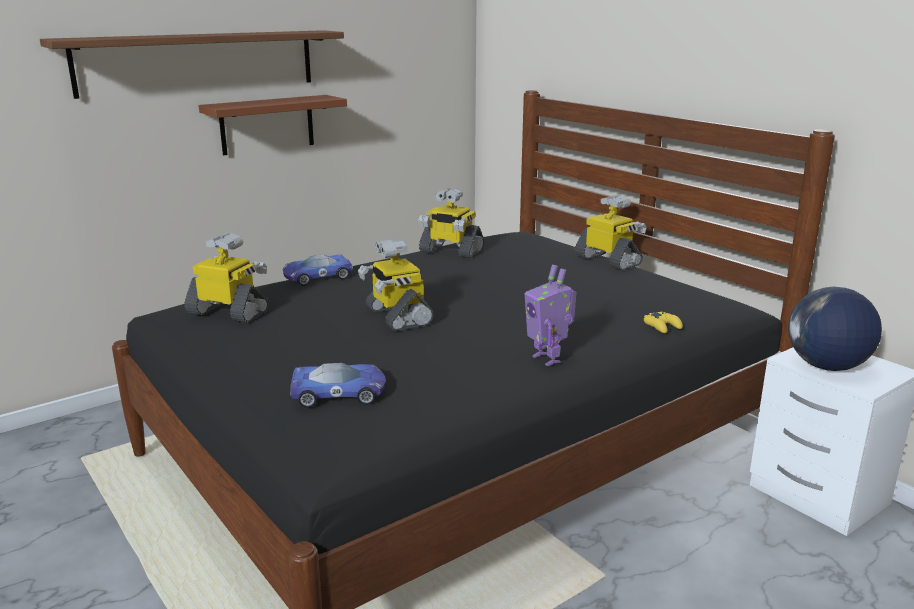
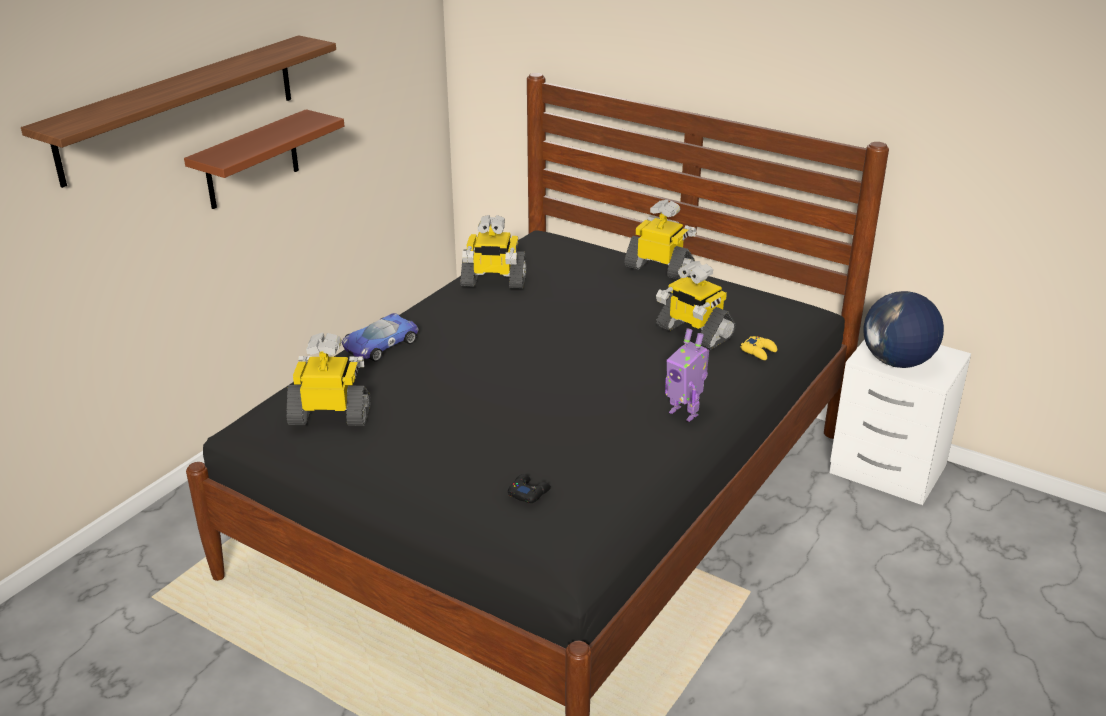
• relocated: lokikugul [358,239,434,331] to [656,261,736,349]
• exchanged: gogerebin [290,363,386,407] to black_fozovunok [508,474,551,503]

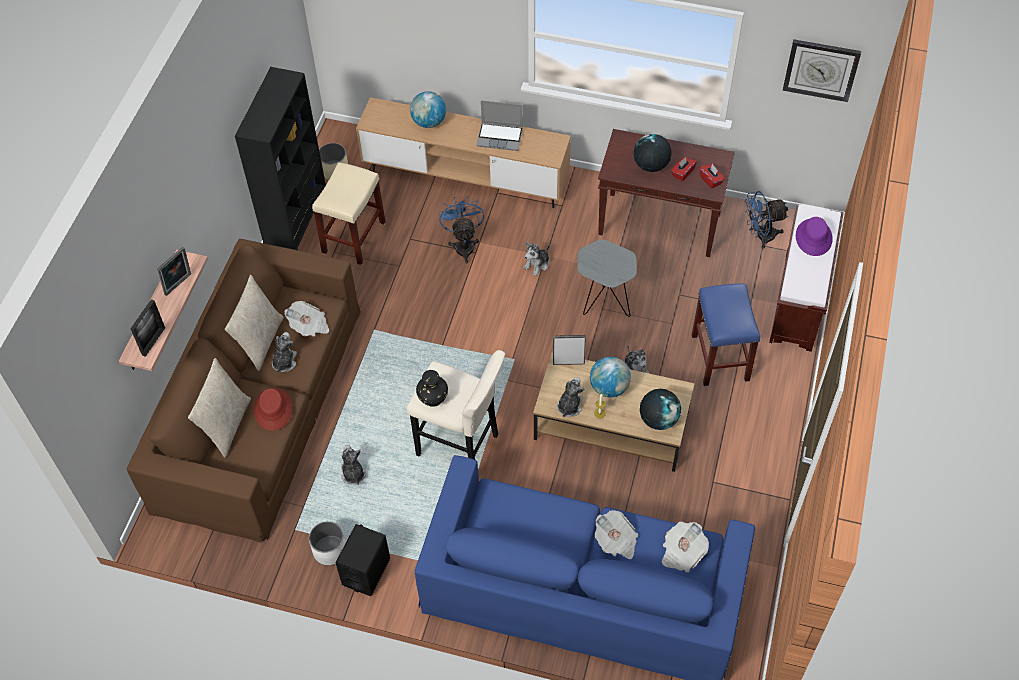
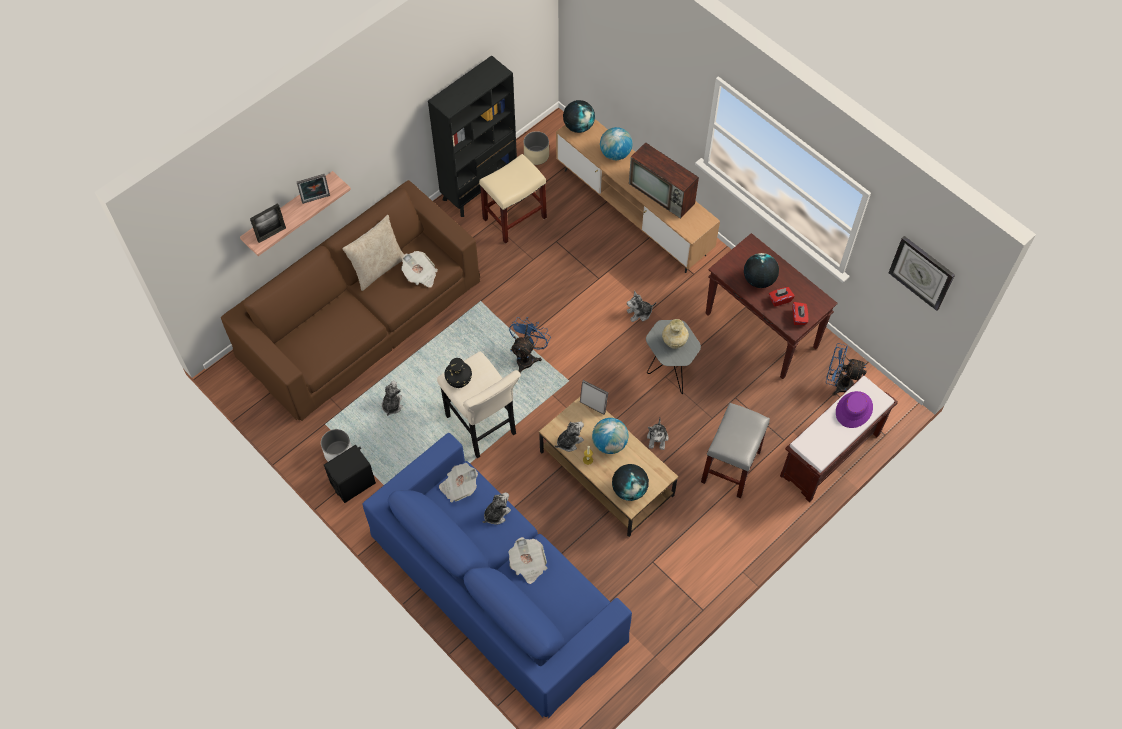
• exchanged: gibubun [476,100,523,151] to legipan [629,142,699,219]
• relocated: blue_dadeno [439,196,484,264] to [509,317,551,374]
• colour: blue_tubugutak [692,283,760,386] to grey_tubugutak [701,403,770,499]
• relocated: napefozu [272,332,297,373] to [482,492,511,525]
• missing: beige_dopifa [188,358,251,457]
• missing: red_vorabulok [254,388,293,431]
• relocated: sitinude [662,522,709,572] to [439,463,478,503]
• appeared: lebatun [563,100,595,133]
• appeared: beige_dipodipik [662,319,689,349]

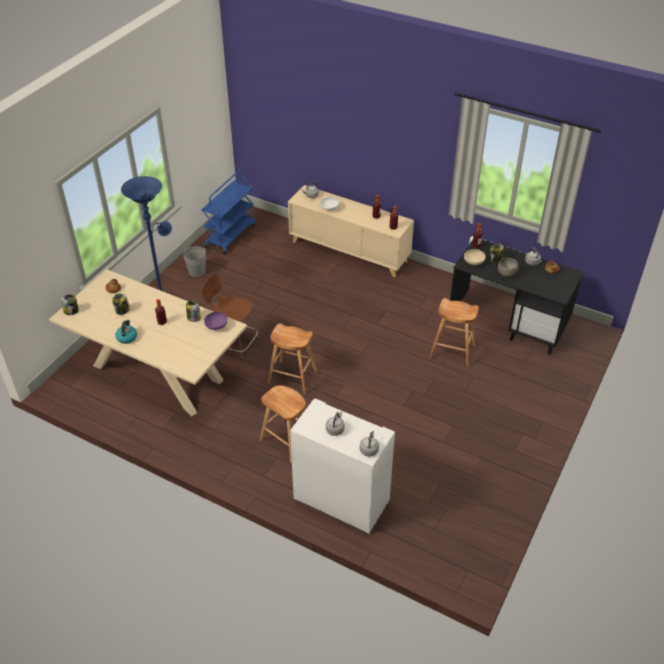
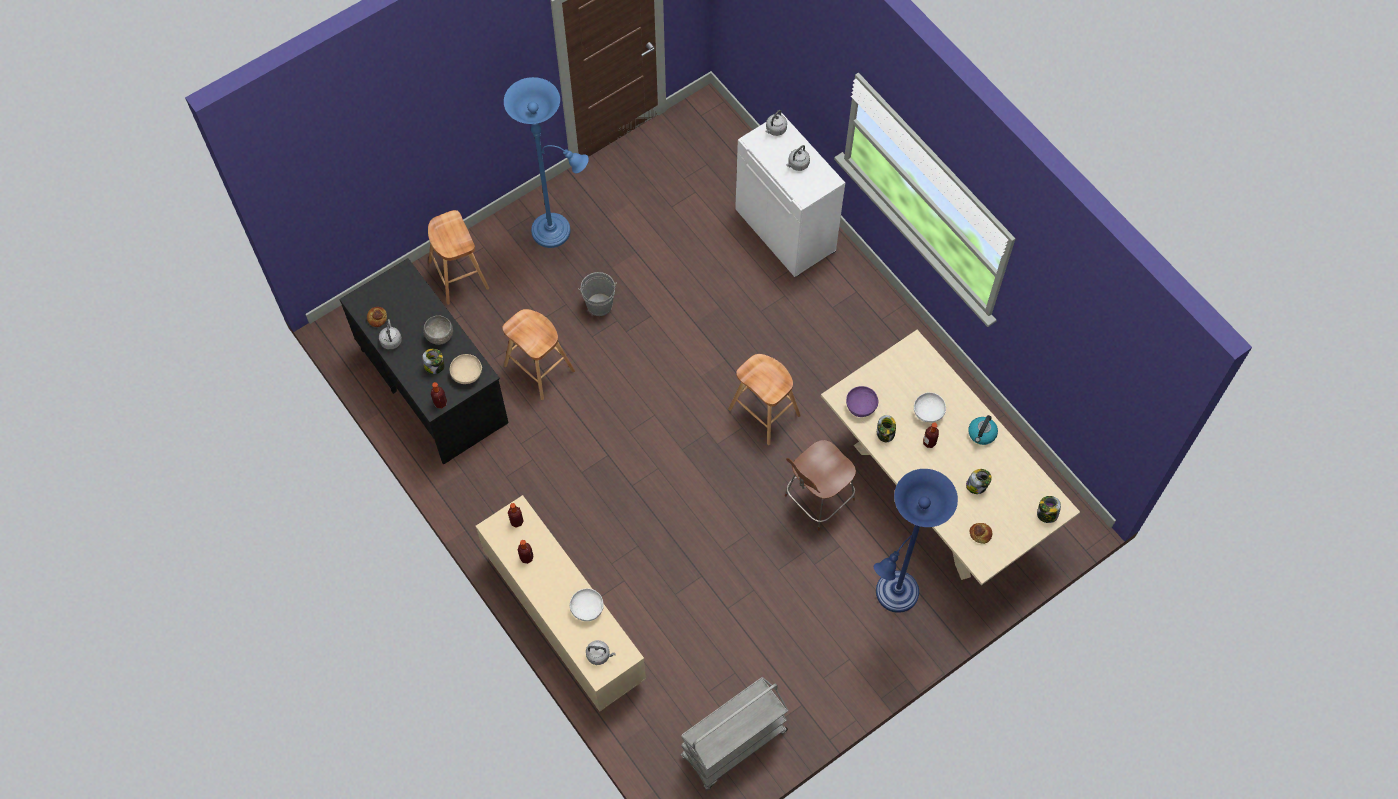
• colour: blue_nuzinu [202,169,256,254] to grey_nuzinu [681,677,789,790]
• relocated: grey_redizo [183,246,206,277] to [578,272,617,316]
• spun: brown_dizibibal [202,273,259,362] = [785,440,856,530] 90 degrees clockwise
• relocated: brown_tubugutak [260,385,306,463] to [428,210,489,305]
• appeared: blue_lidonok [504,77,589,248]
• appeared: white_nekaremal [914,392,946,423]

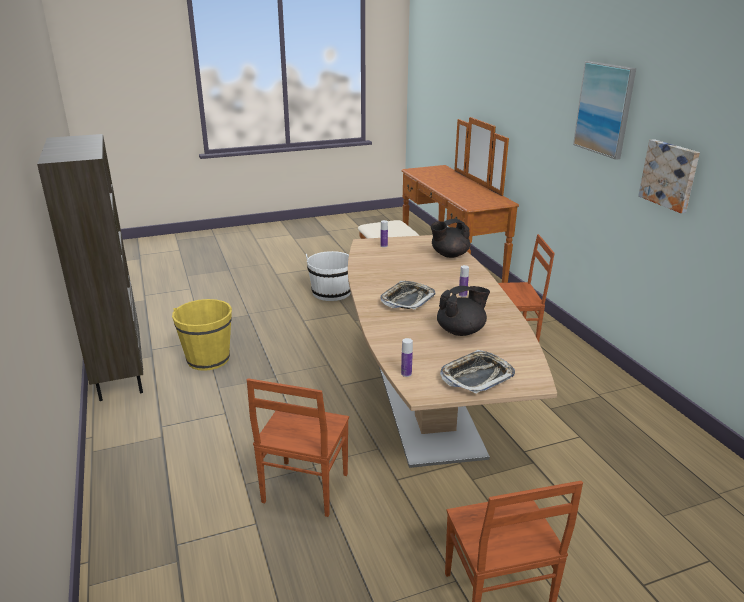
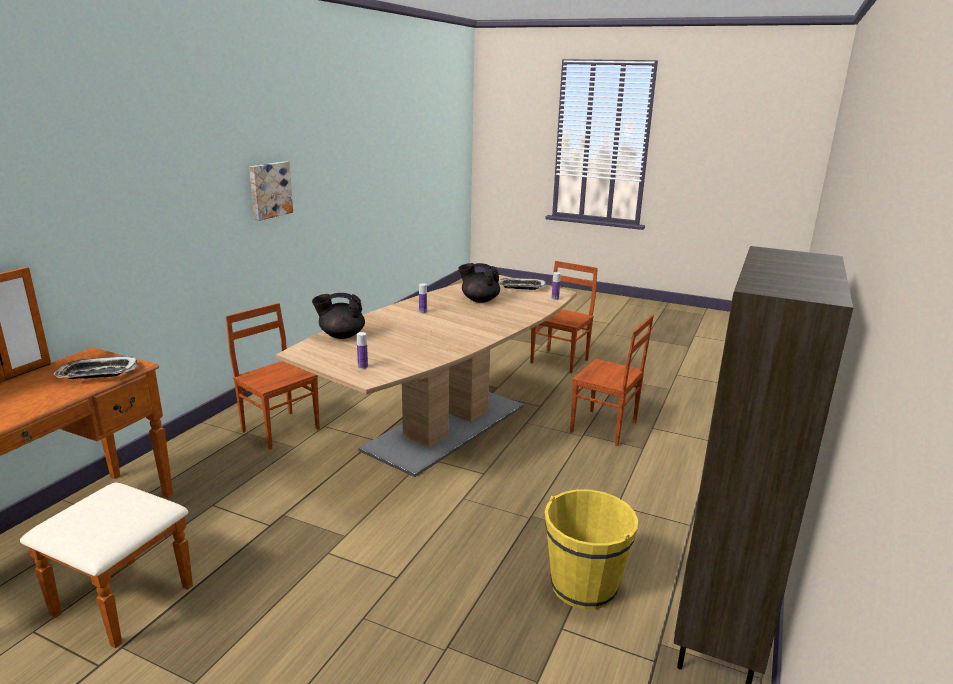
• missing: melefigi [573,61,636,160]
• spun: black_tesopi [430,219,470,258] = [312,293,365,339] 150 degrees clockwise
• missing: white_redizo [306,251,351,301]
• relocated: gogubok [380,281,436,310] to [54,356,138,379]
• spun: brown_dizibibal [247,378,349,517] = [570,314,654,446] 60 degrees clockwise

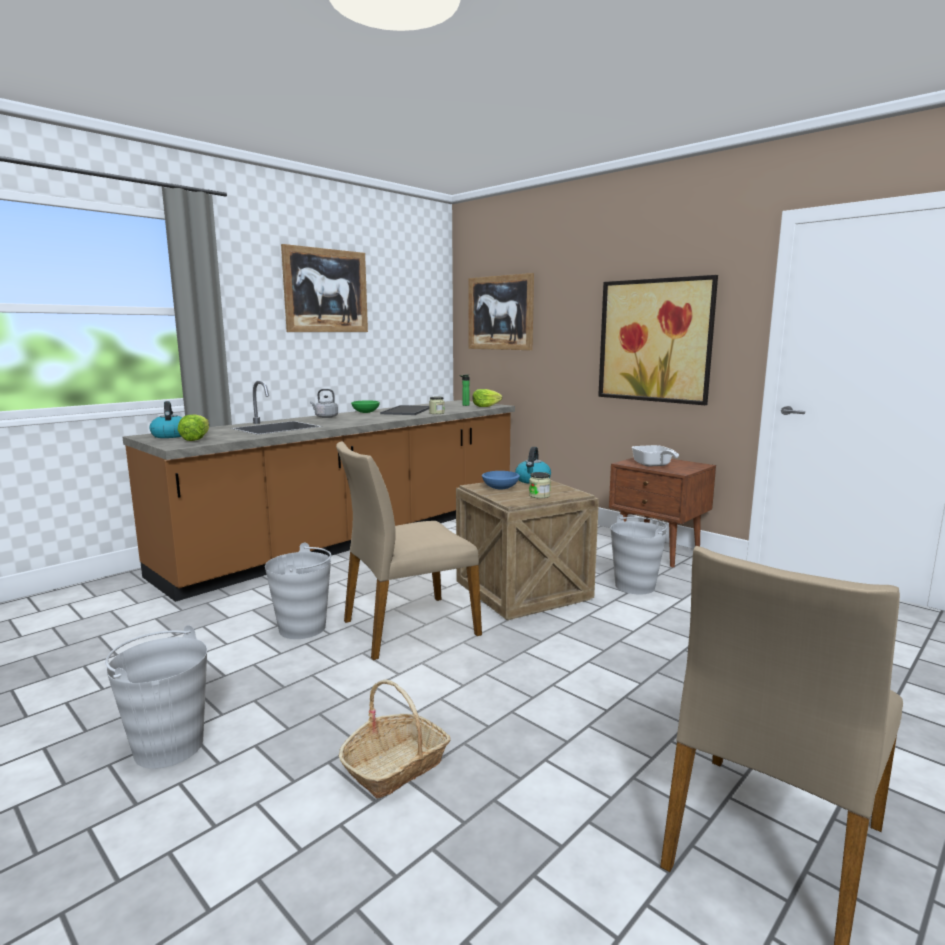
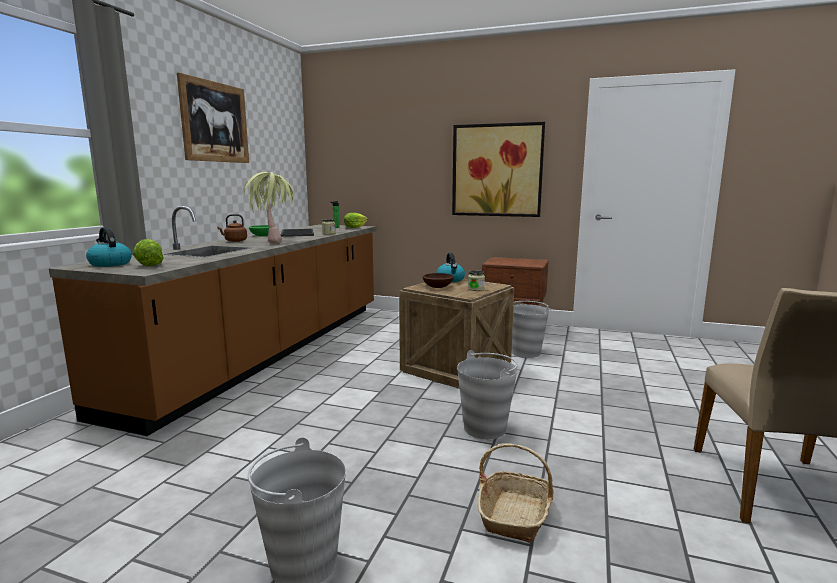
• missing: melefigi [468,273,534,350]
• colour: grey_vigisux [310,389,338,418] to brown_vigisux [217,214,247,242]
• missing: beige_dizibibal [336,442,482,660]
• missing: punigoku [632,445,679,467]
• colour: blue_nekaremal [482,471,520,490] to brown_nekaremal [422,273,454,288]
• relocated: grey_redizo [265,543,332,639] to [457,350,518,439]
• appeared: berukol [243,172,295,244]

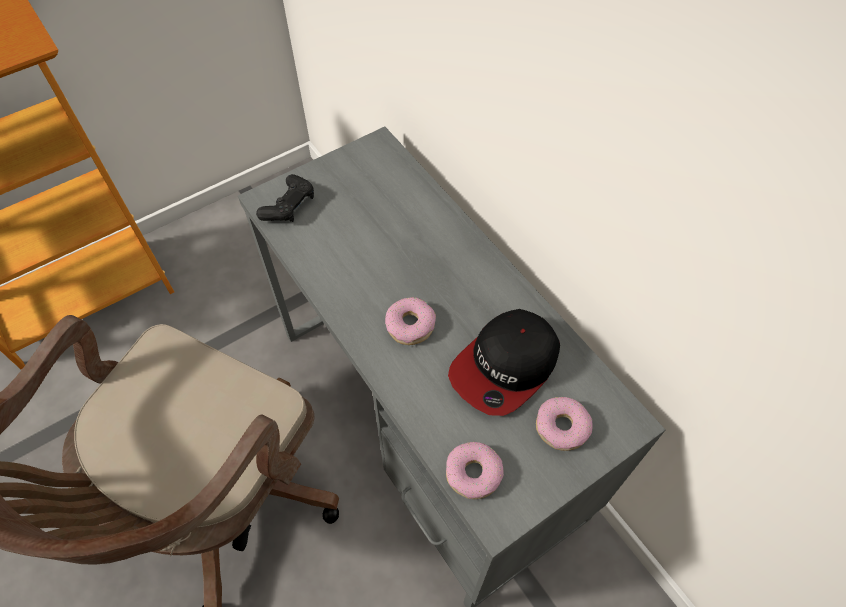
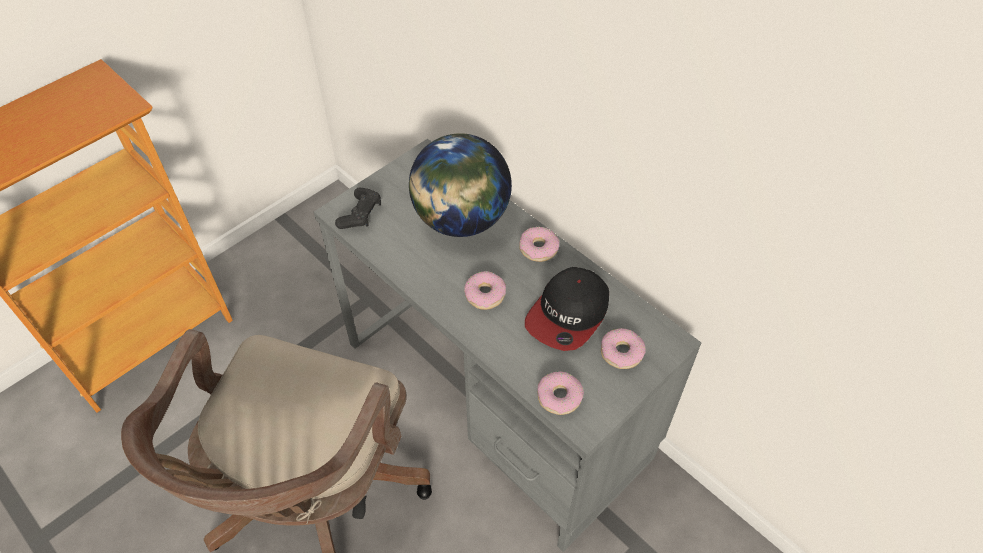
• appeared: lebatun [409,133,512,237]
• appeared: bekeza [519,227,560,262]

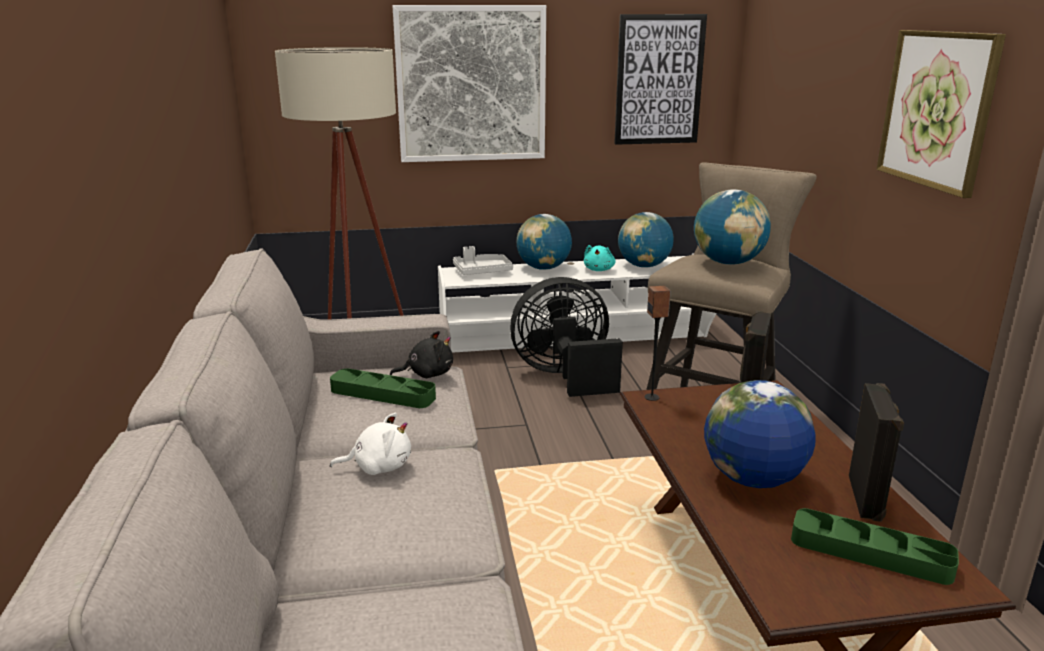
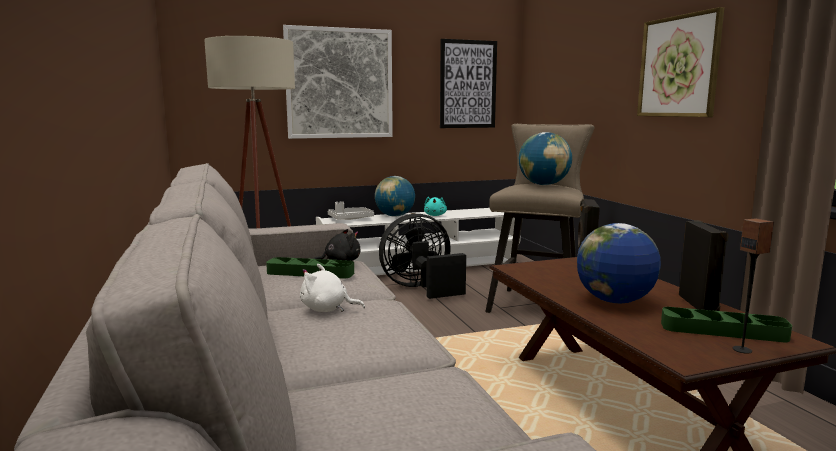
• missing: lebatun [618,212,674,268]
• relocated: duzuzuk [645,286,671,401] to [733,218,774,354]
• spun: white_napefozu [330,413,411,475] = [300,264,365,312] 150 degrees counterclockwise

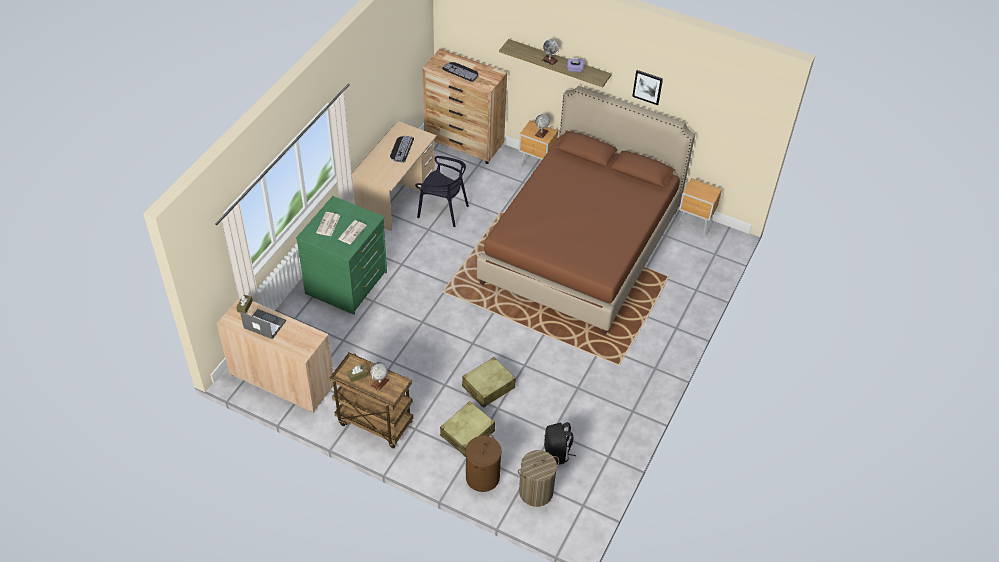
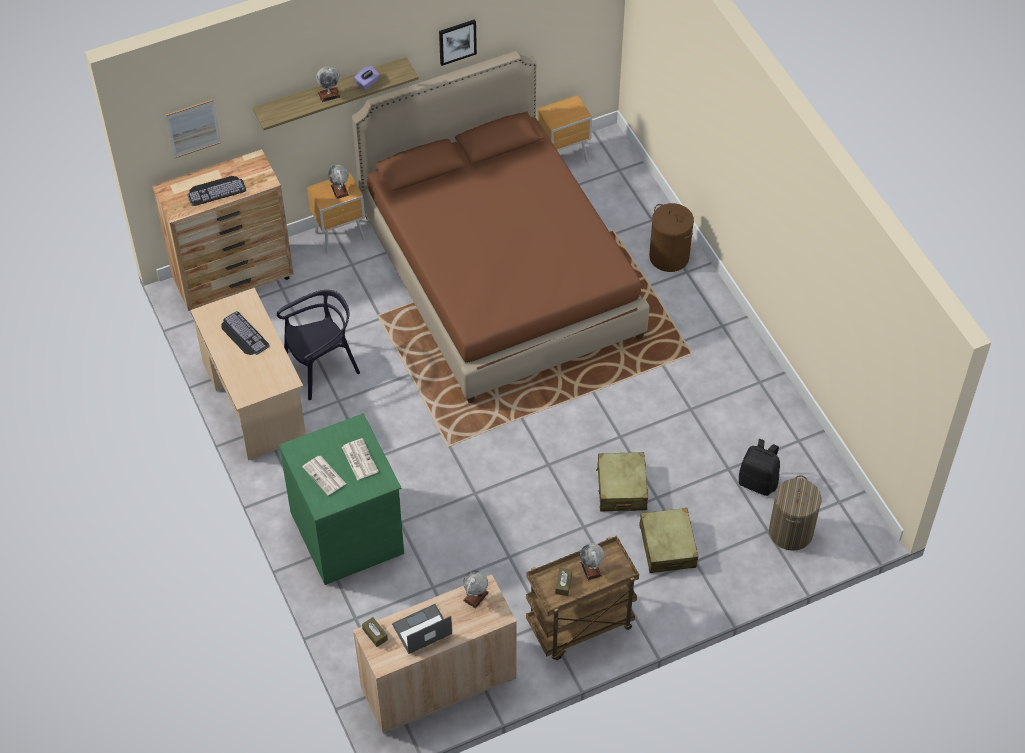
• relocated: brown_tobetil [466,434,502,492] to [649,203,694,272]
• appeared: melefigi [166,100,221,158]
• appeared: lebatun [463,570,489,609]

